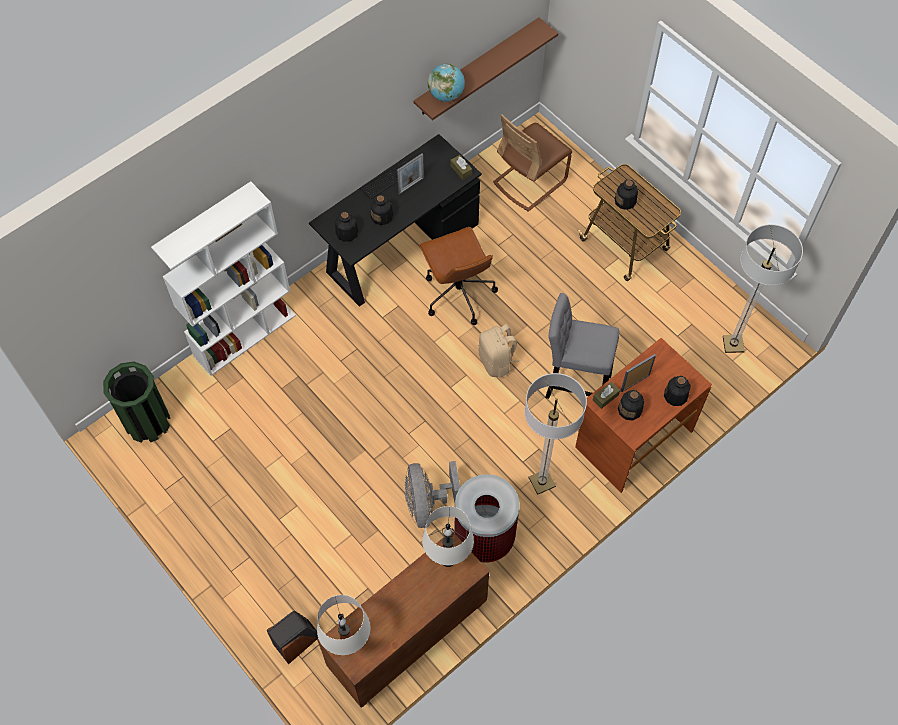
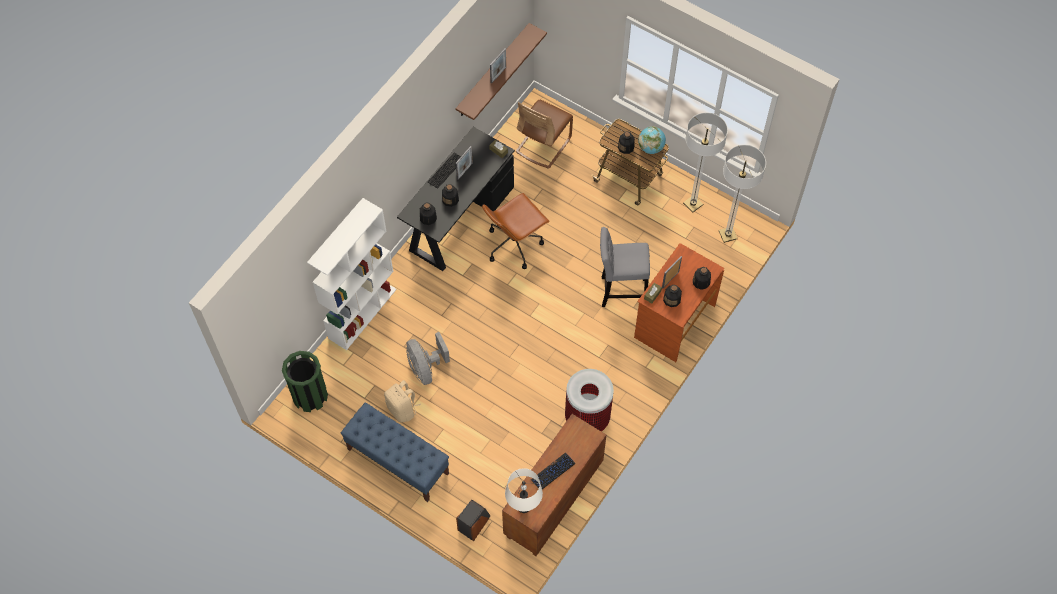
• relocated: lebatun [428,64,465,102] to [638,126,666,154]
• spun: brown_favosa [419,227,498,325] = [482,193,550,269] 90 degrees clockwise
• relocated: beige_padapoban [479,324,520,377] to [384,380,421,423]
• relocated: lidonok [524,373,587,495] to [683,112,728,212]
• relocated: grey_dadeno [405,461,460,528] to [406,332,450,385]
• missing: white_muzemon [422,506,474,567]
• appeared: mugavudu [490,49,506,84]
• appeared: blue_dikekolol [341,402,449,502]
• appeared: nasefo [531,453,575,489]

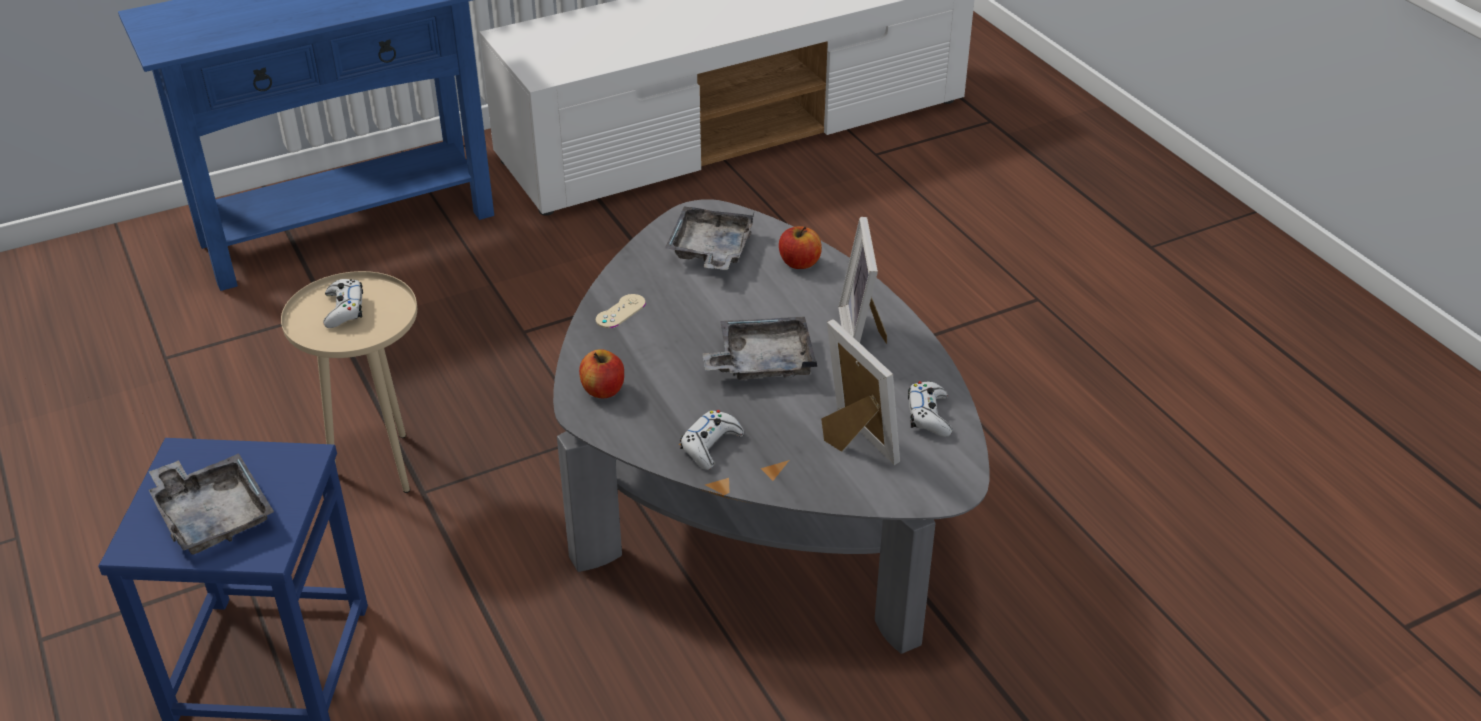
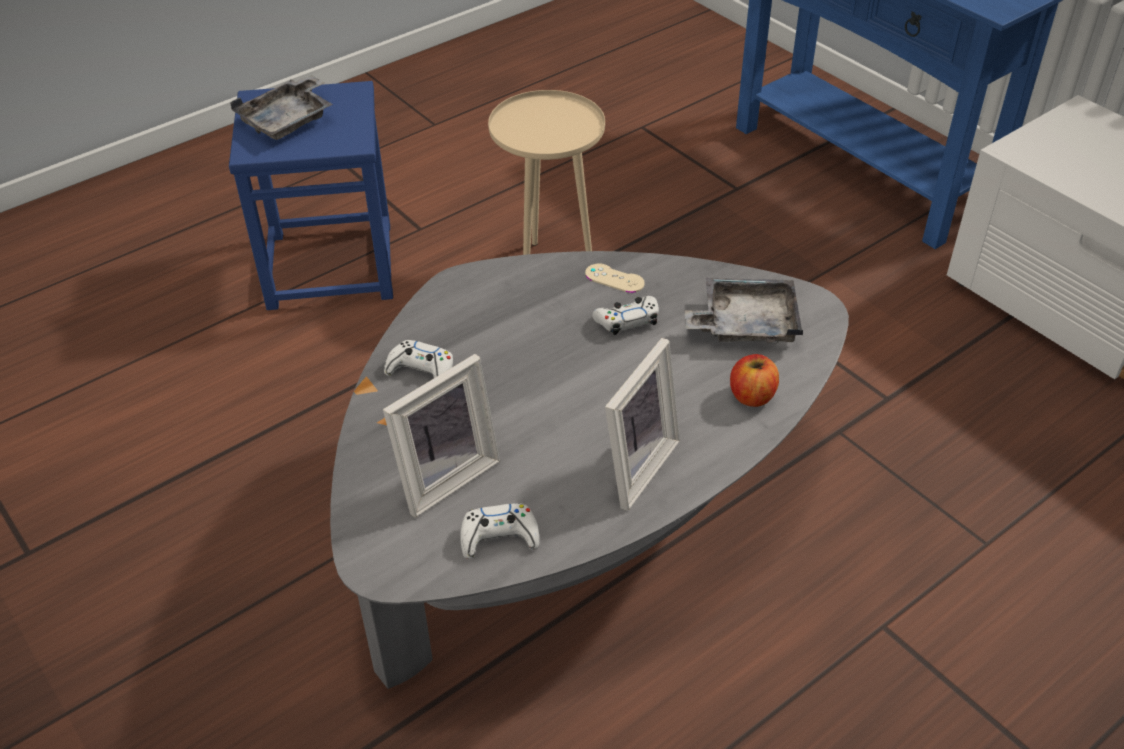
• spun: mugavudu [838,217,887,344] = [605,338,680,510] 135 degrees clockwise
• relocated: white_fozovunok [323,279,363,328] to [592,296,659,335]
• missing: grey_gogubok [702,317,817,380]
• missing: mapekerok [579,349,624,398]

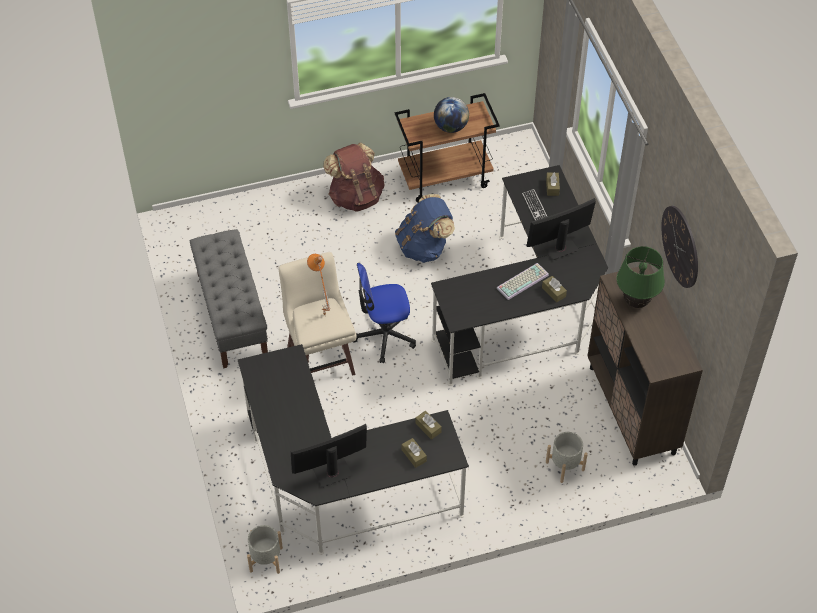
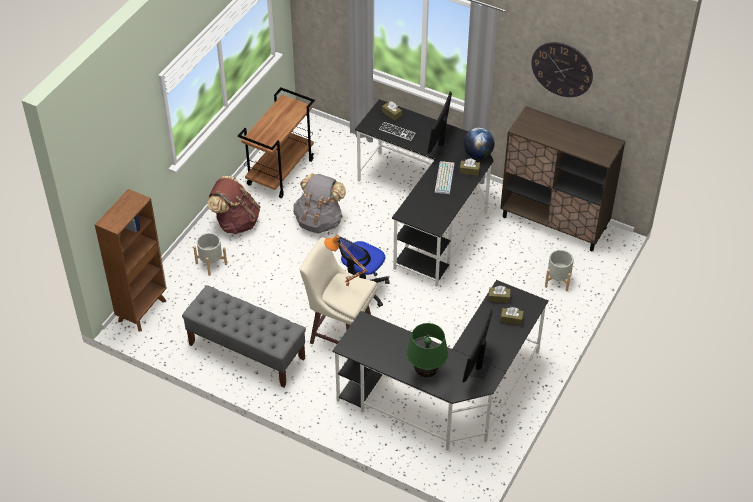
• relocated: lebatun [434,97,469,133] to [463,128,495,159]
• colour: blue_padapoban [395,194,455,263] to grey_padapoban [293,173,346,234]
• relocated: green_muzemon [617,246,665,308] to [406,323,449,378]
• relocated: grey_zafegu [247,525,283,574] to [193,233,227,276]
• appeared: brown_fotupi [95,189,167,332]

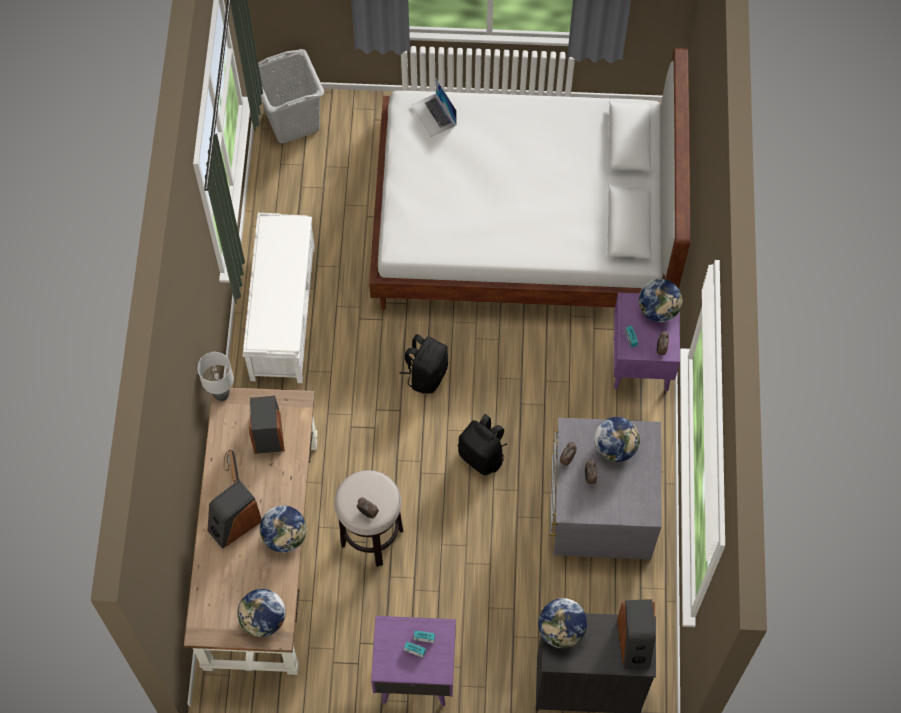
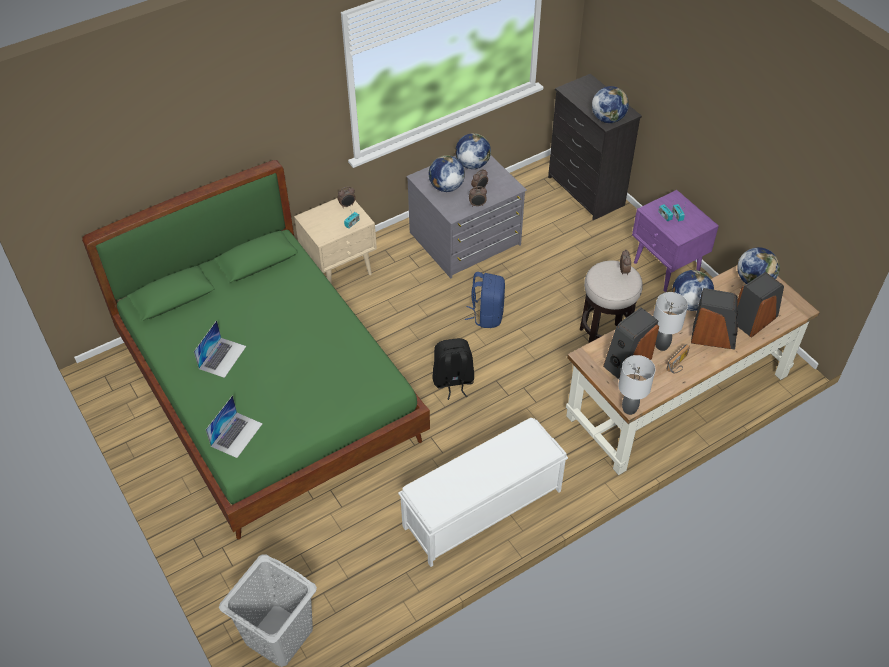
• colour: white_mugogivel [369,48,690,310] to green_mugogivel [82,160,430,539]
• relocated: lebatun [639,279,683,322] to [455,133,491,169]
• colour: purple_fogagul [613,293,680,391] to beige_fogagul [294,198,377,284]
• colour: black_padapoban [458,414,507,475] to blue_padapoban [465,272,505,328]
• relocated: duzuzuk [617,599,655,669] to [737,272,784,338]
• appeared: grey_muzemon [653,292,688,351]
• appeared: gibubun [194,320,246,378]

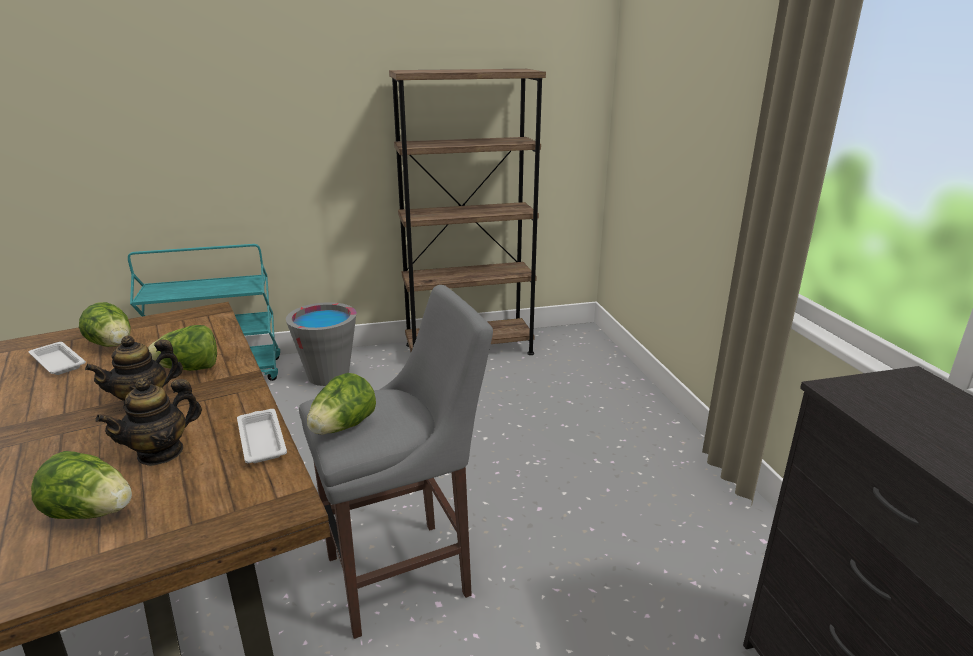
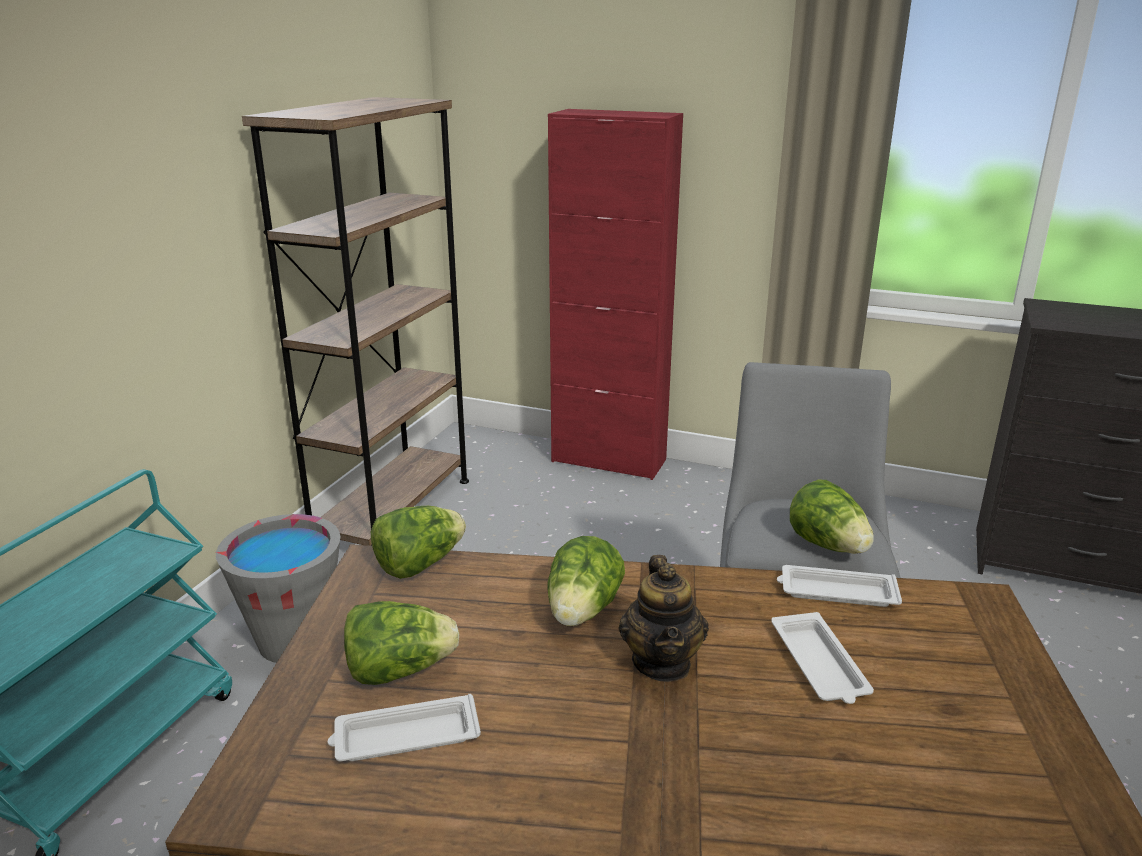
• exchanged: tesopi [95,378,202,466] to white_gogubok [771,612,874,704]
• relocated: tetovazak [31,451,132,519] to [371,506,466,579]
• appeared: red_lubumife [548,109,683,480]

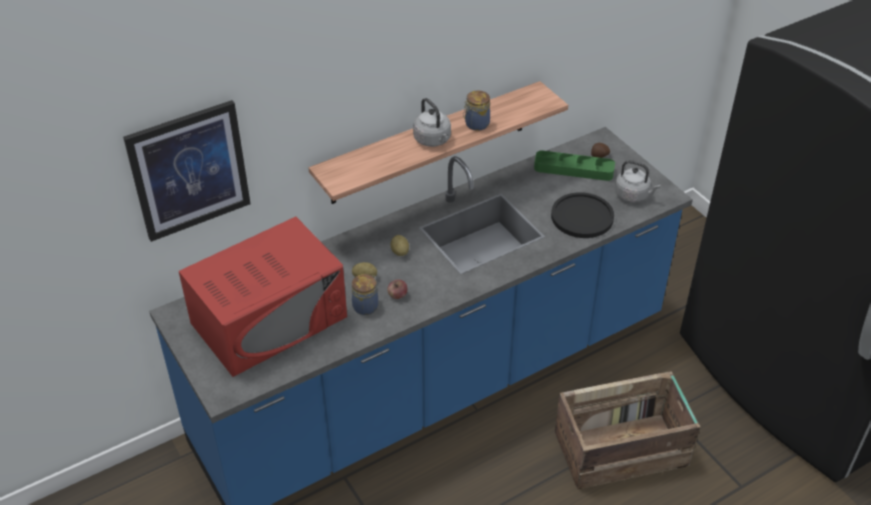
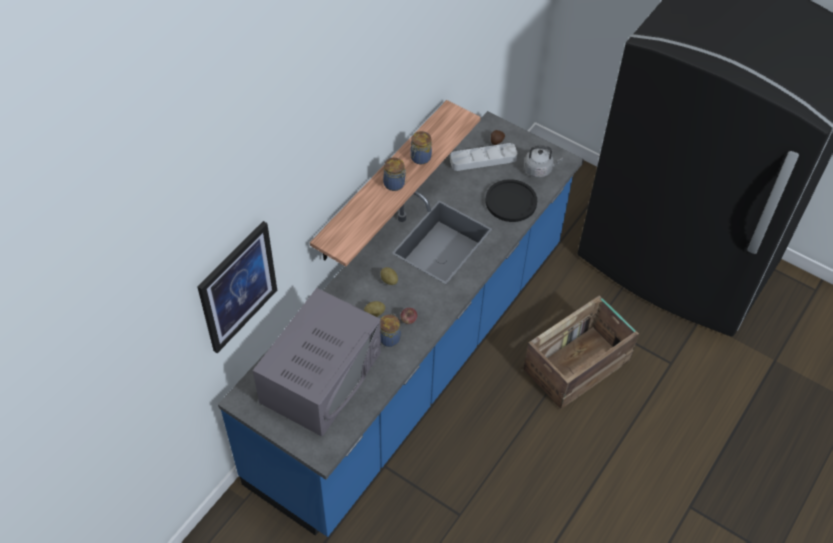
• exchanged: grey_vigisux [413,98,451,147] to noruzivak [383,158,407,191]
• colour: green_gogubok [534,150,615,181] to grey_gogubok [450,143,517,171]
• colour: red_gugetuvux [179,217,347,377] to grey_gugetuvux [253,288,381,436]

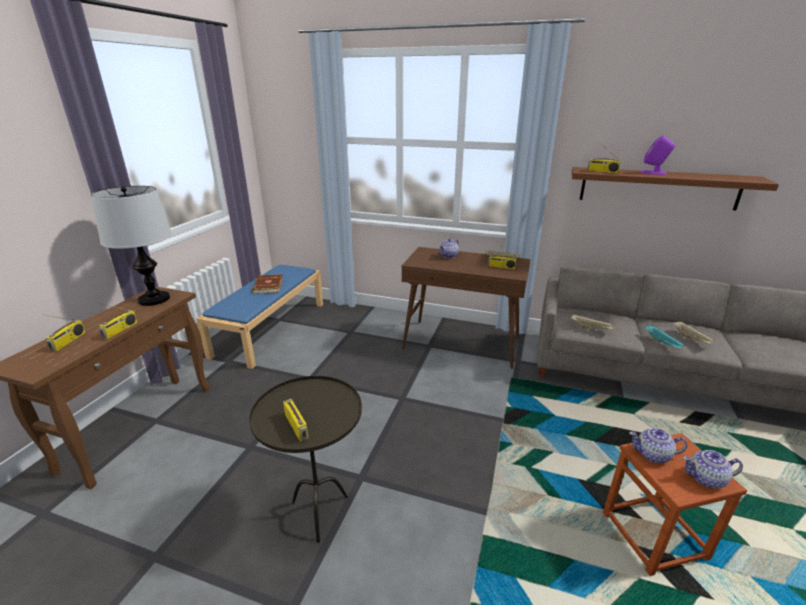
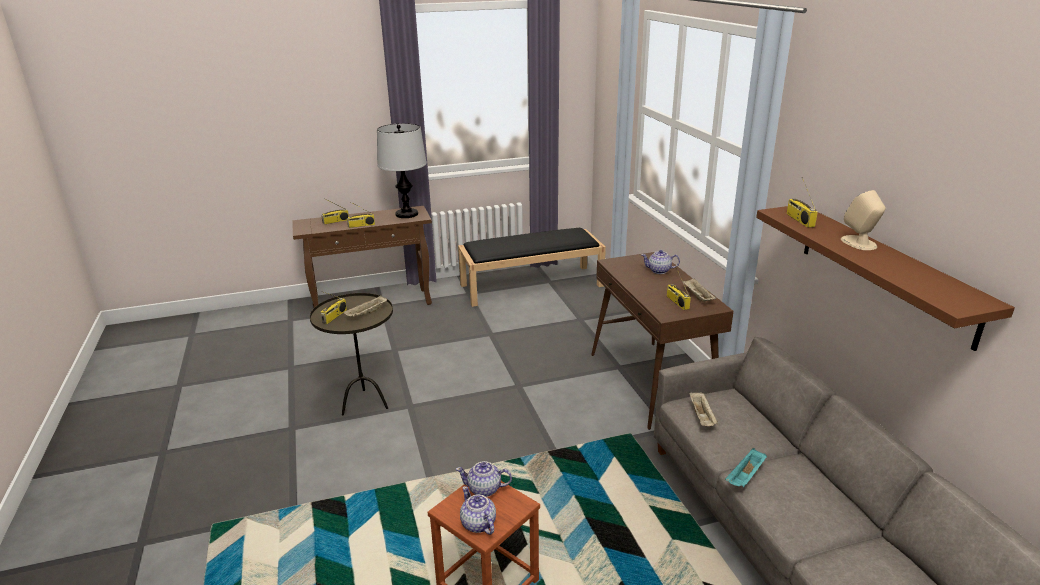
• colour: purple_duzuzuk [641,135,675,175] to beige_duzuzuk [841,190,886,250]
• colour: blue_dikekolol [196,265,323,369] to black_dikekolol [458,228,606,307]
• missing: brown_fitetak [252,274,283,294]
• relocated: beige_gogubok [673,321,715,344] to [343,295,387,317]
• spun: tesopi [629,428,687,463] = [456,461,512,497] 60 degrees counterclockwise

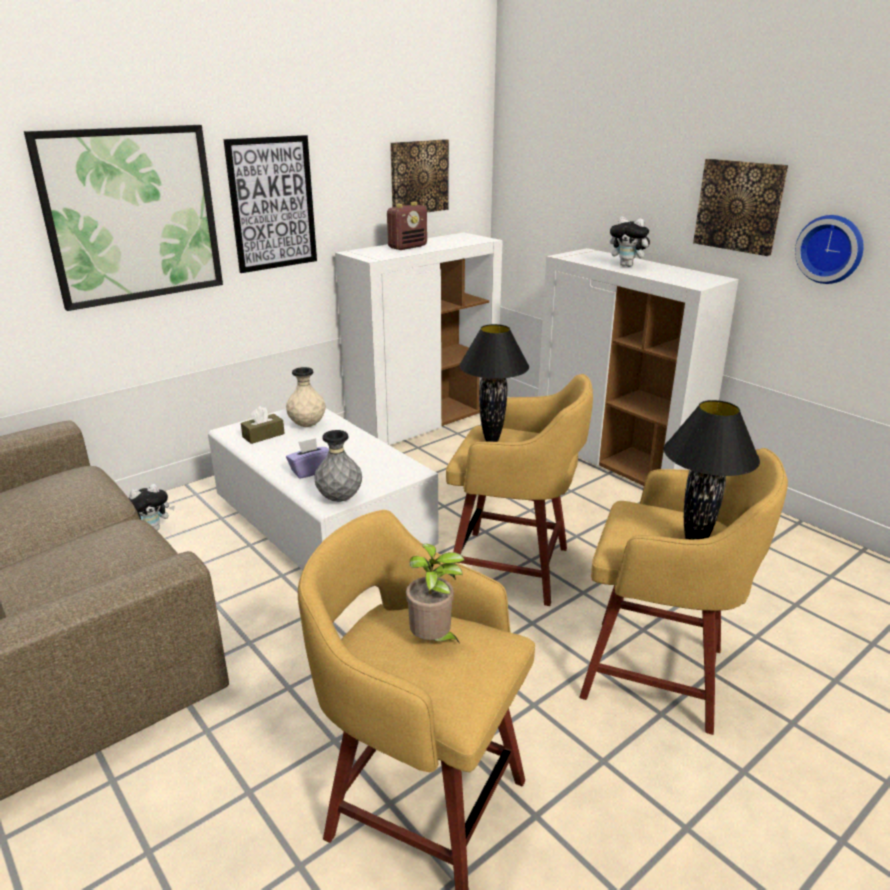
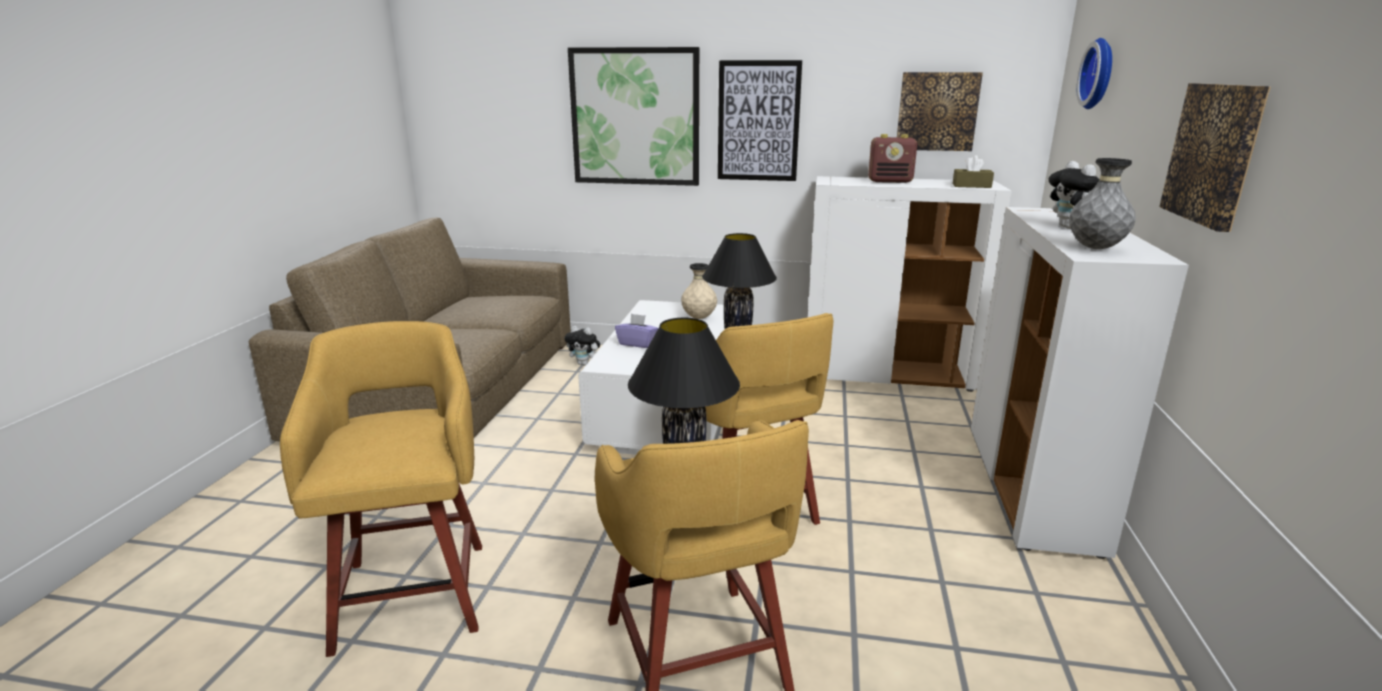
• relocated: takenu [795,215,864,284] to [1077,38,1112,109]
• relocated: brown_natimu [241,406,285,444] to [953,155,994,188]
• relocated: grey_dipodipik [314,430,362,502] to [1069,158,1136,249]
• missing: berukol [406,543,465,642]

